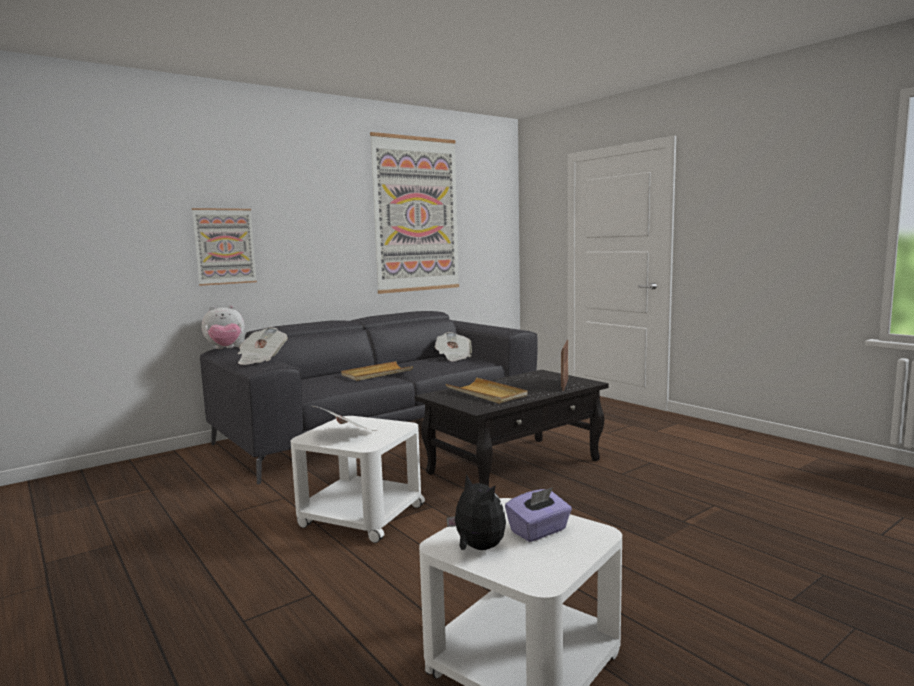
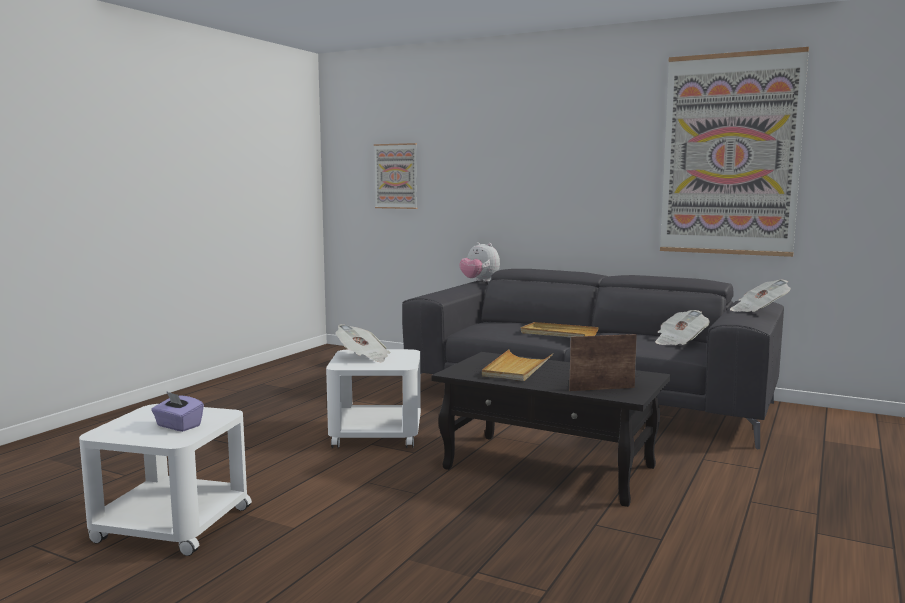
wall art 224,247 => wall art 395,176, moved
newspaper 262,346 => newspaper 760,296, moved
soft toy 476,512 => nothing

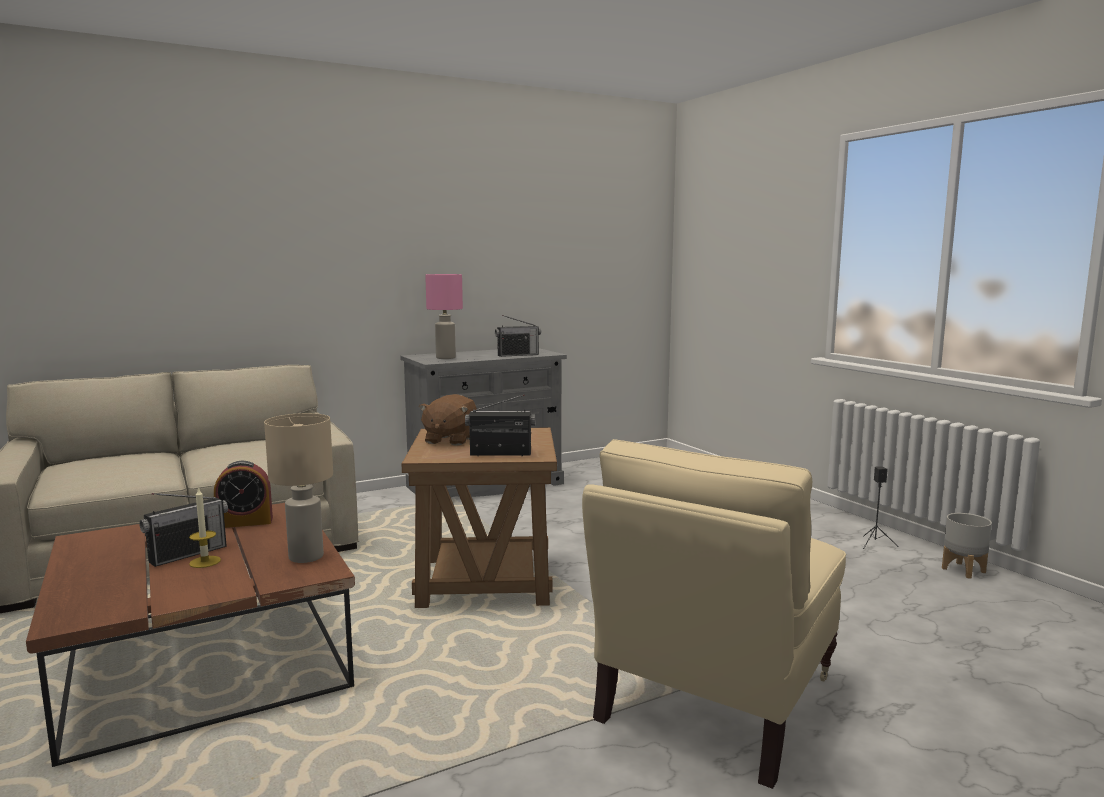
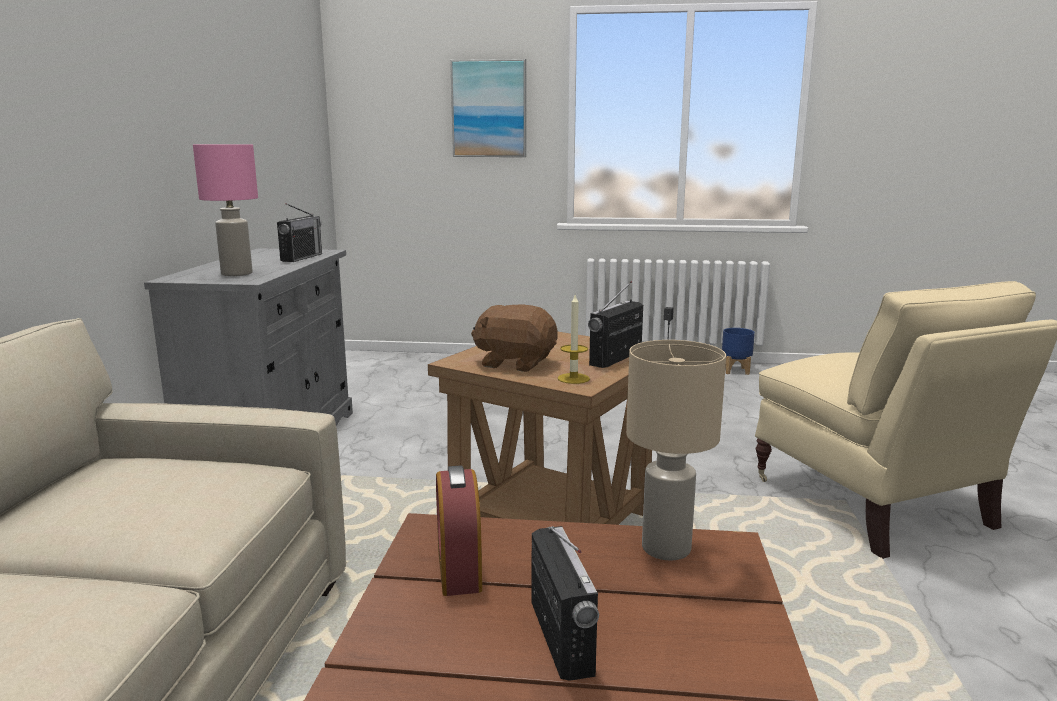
brown soft toy 448,420 => brown soft toy 514,338, 150 degrees clockwise
bedside clock 243,494 => bedside clock 459,530, 150 degrees clockwise
wax light 205,527 => wax light 574,339, moved
grey flower pot 967,546 => blue flower pot 738,351
nothing => wall art 488,108

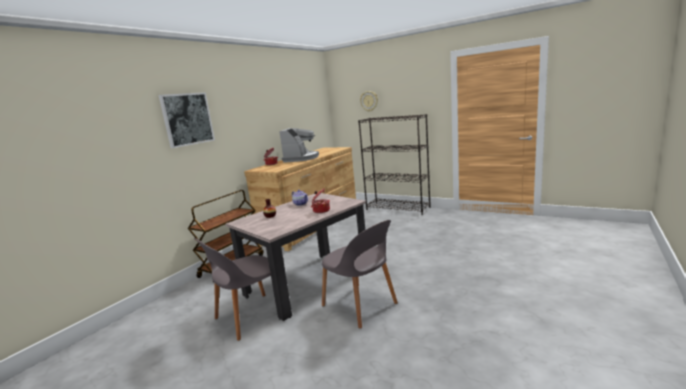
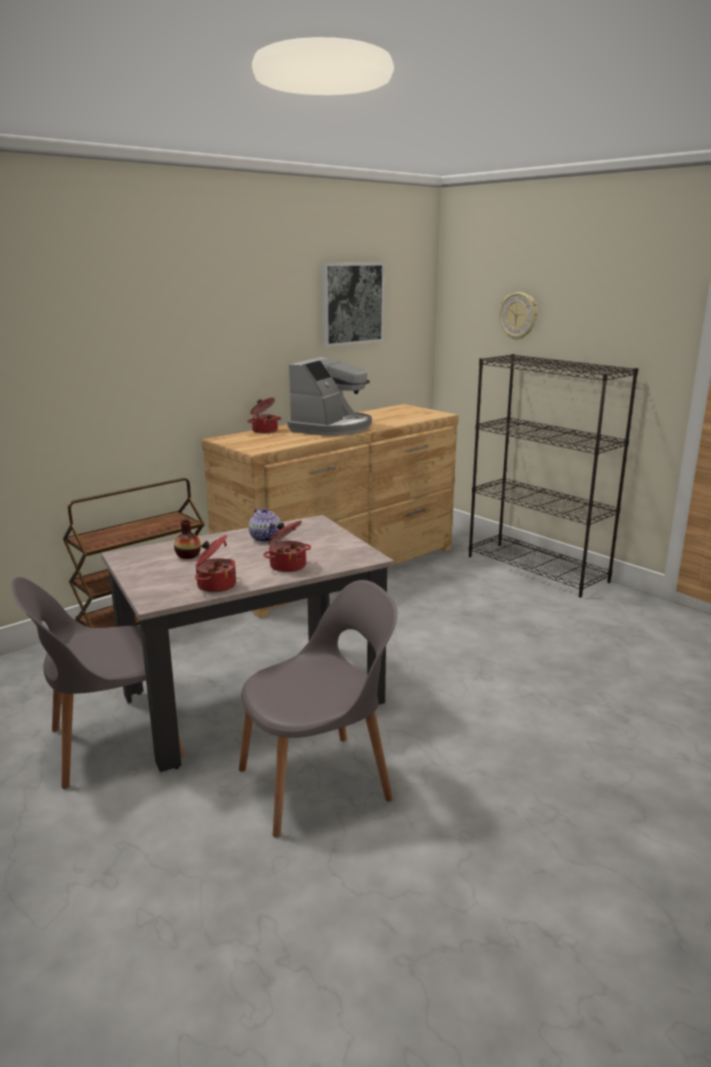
wall art 187,120 => wall art 353,304, moved
grey upright chair 360,274 => grey upright chair 318,709, 90 degrees counterclockwise
nothing => cooking pot 215,564

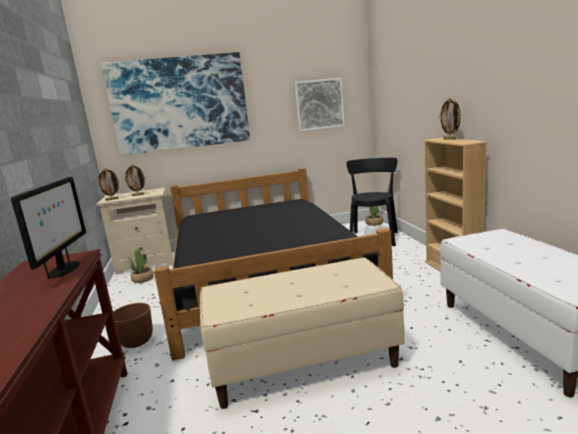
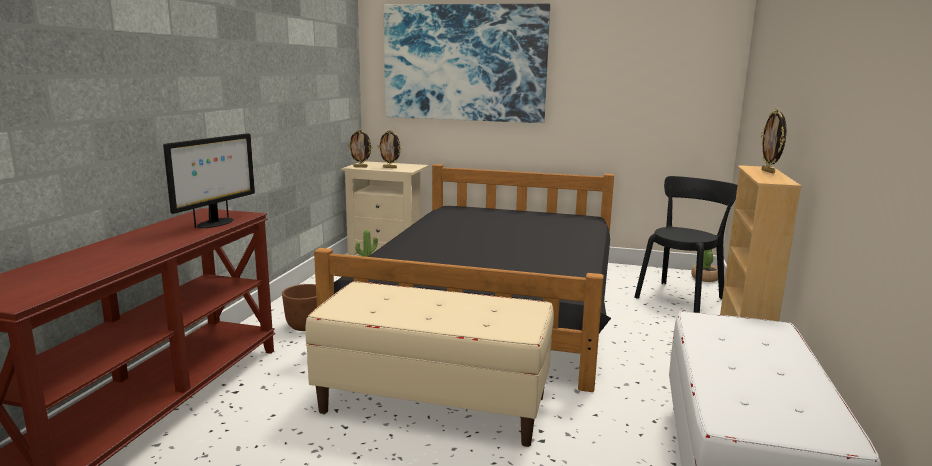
wall art 320,104 => nothing

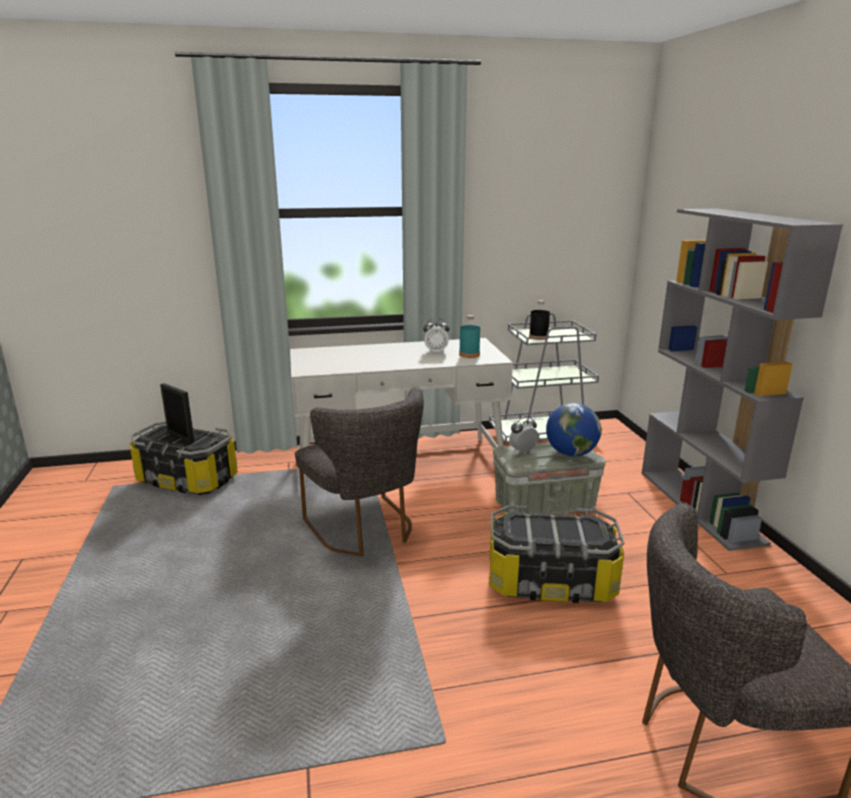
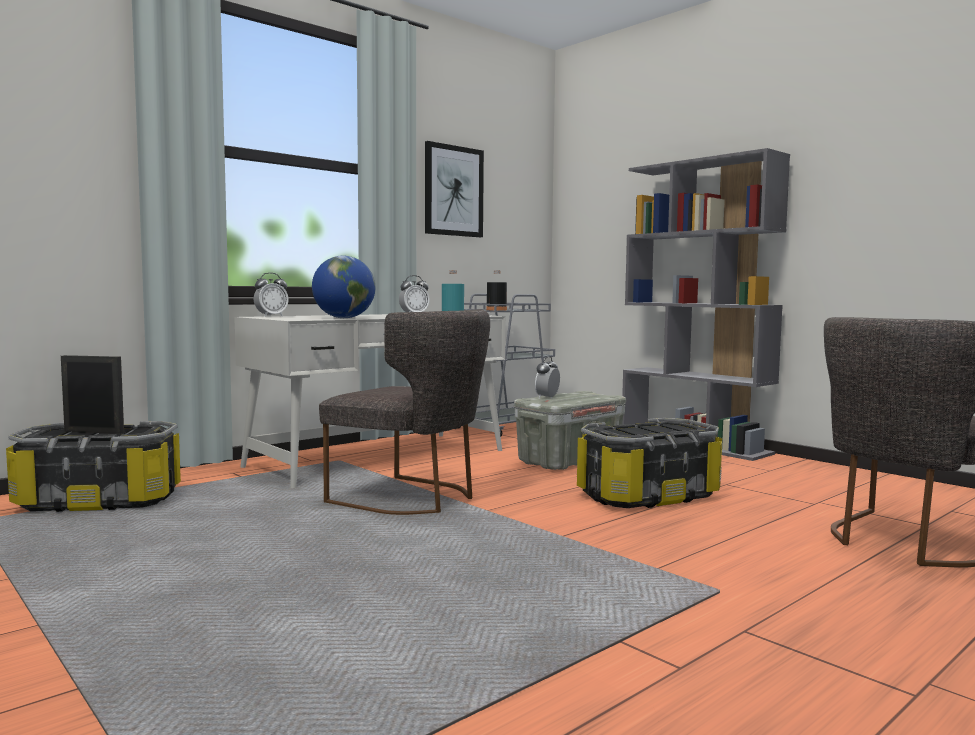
world globe 573,430 => world globe 343,287, moved
nothing => wall art 454,189
nothing => bedside clock 271,295

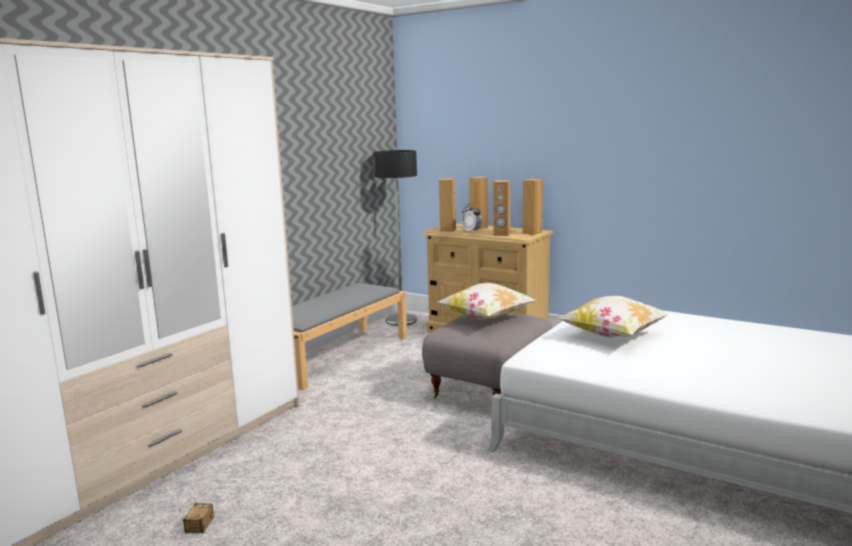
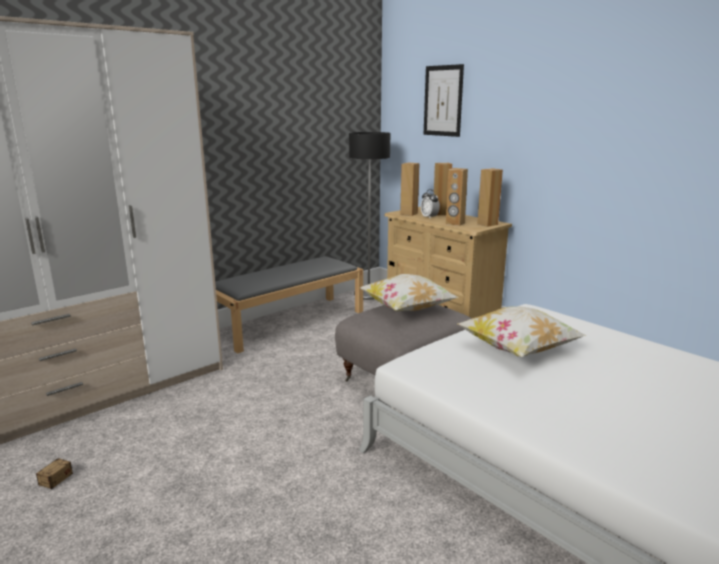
nothing => wall art 444,100

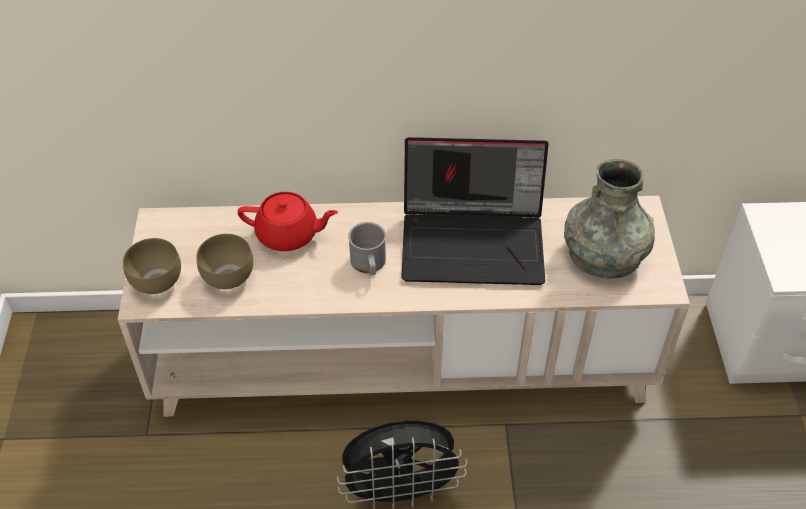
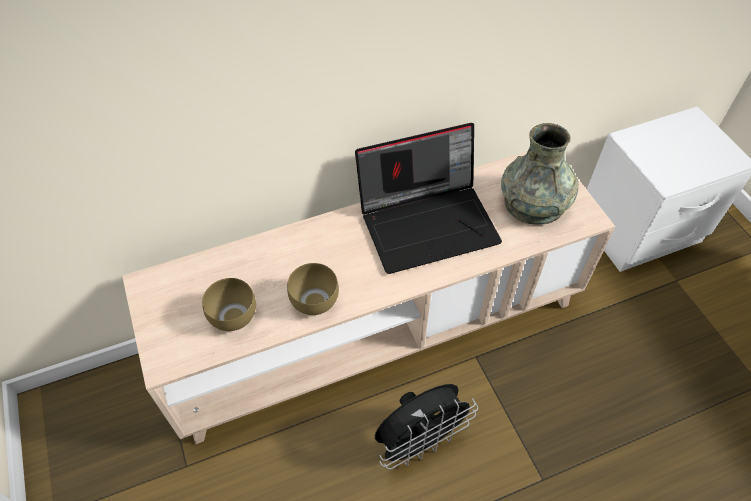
reddish teapot 288,221 => nothing
grey mug 367,248 => nothing
brown bowl 152,266 => brown bowl 313,289, moved

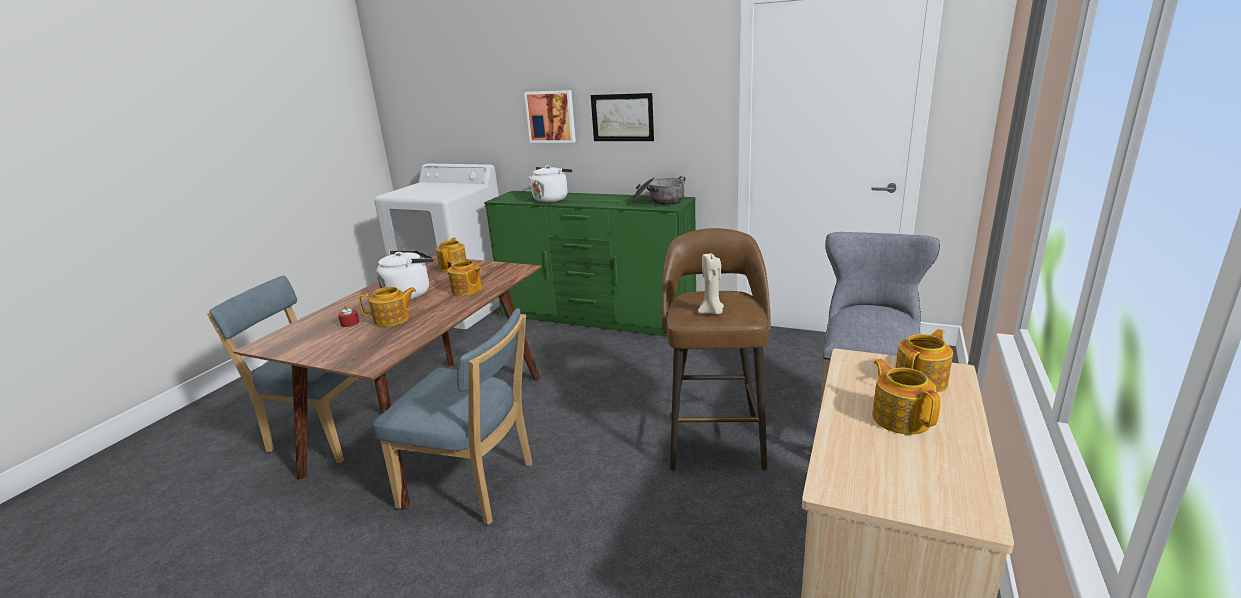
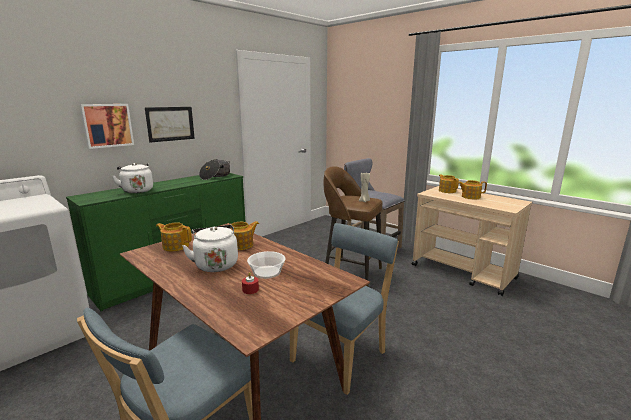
teapot 387,307 => bowl 266,265

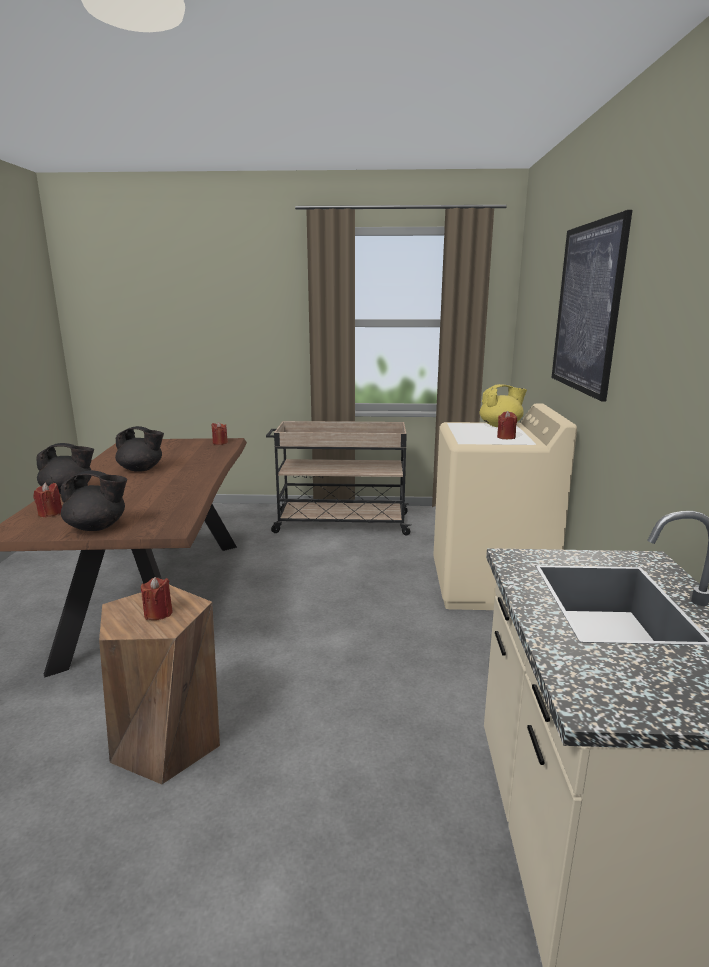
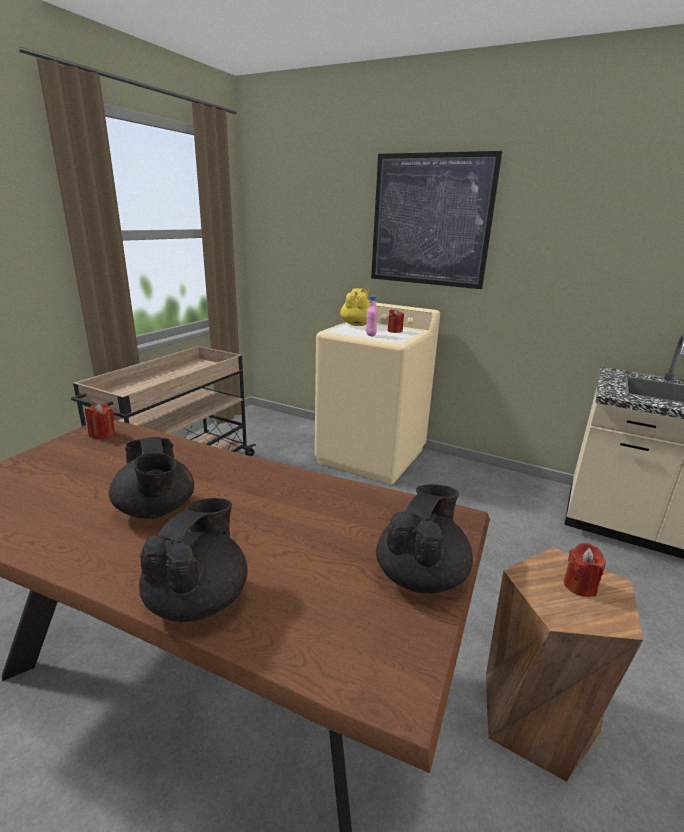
black-coloured teapot 139,449 => black-coloured teapot 151,478, 120 degrees clockwise
reddish wax light 47,500 => nothing
nothing => pink drink bottle 372,315

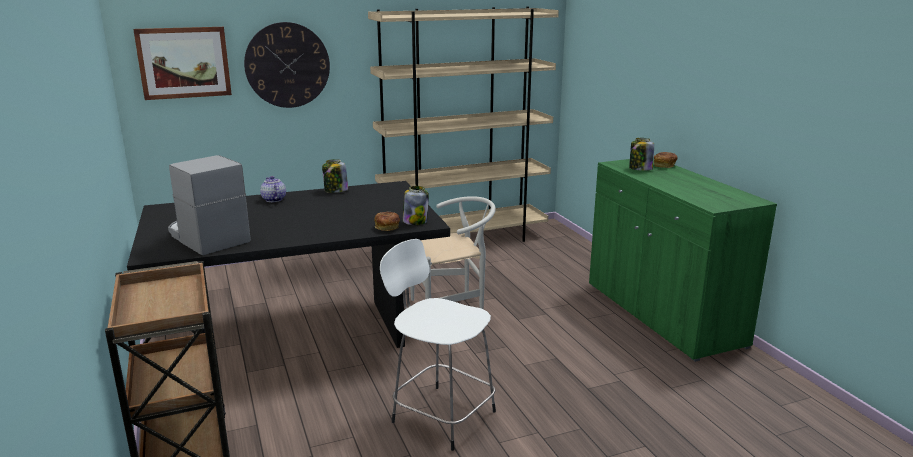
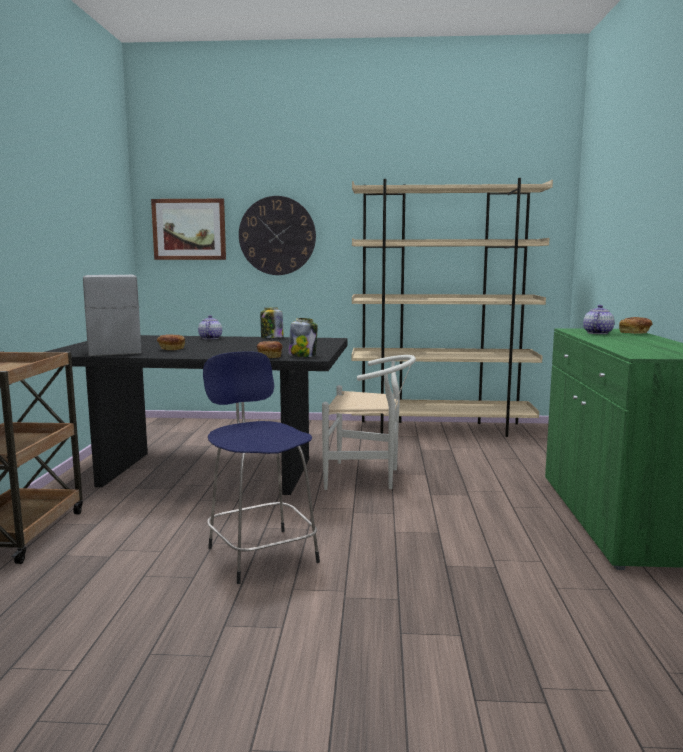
preserve jar 641,154 => teapot 598,319
white stool 438,345 => blue stool 261,467
nothing => baked bread 171,342

